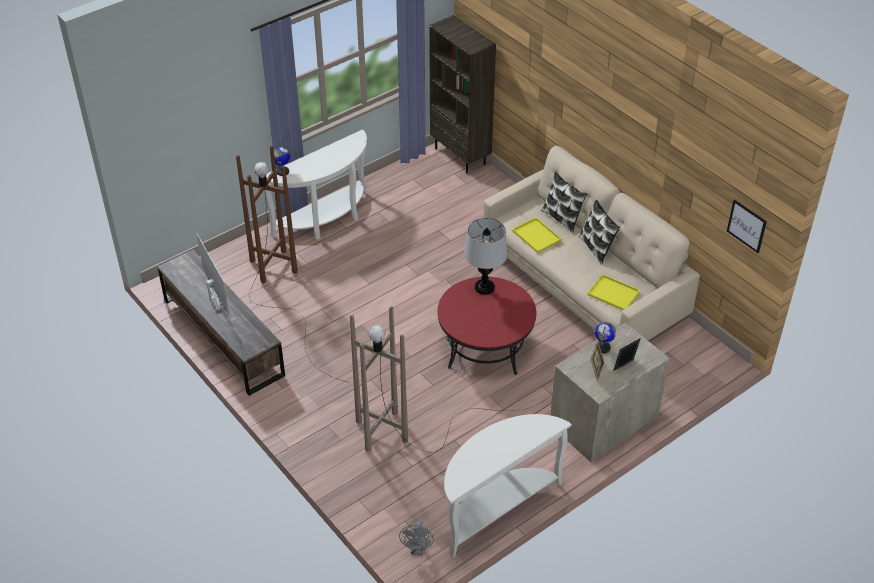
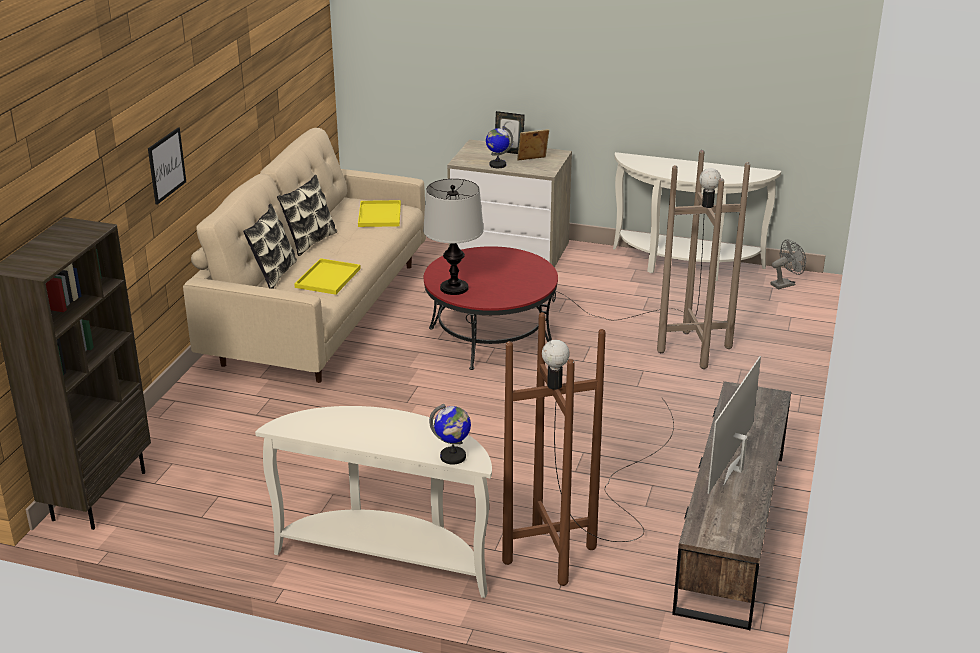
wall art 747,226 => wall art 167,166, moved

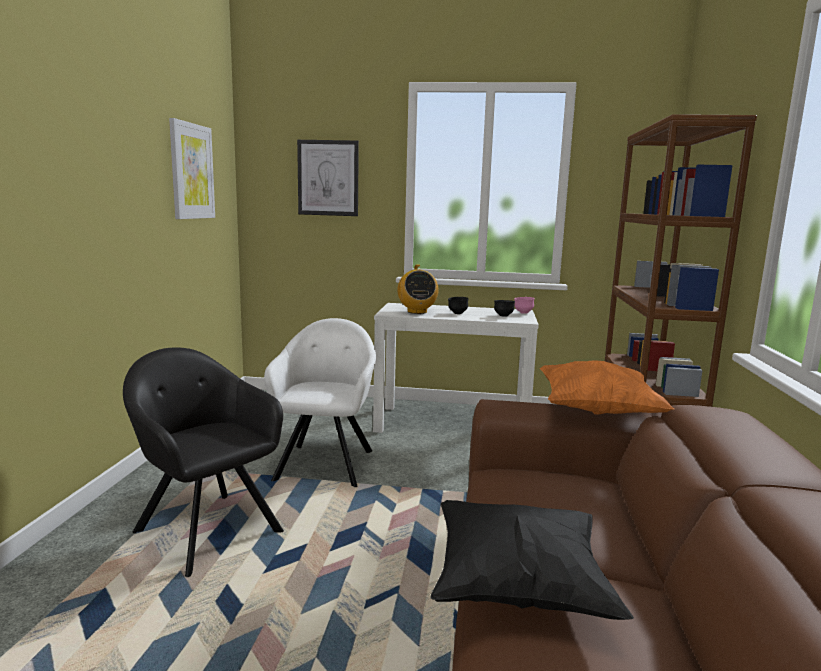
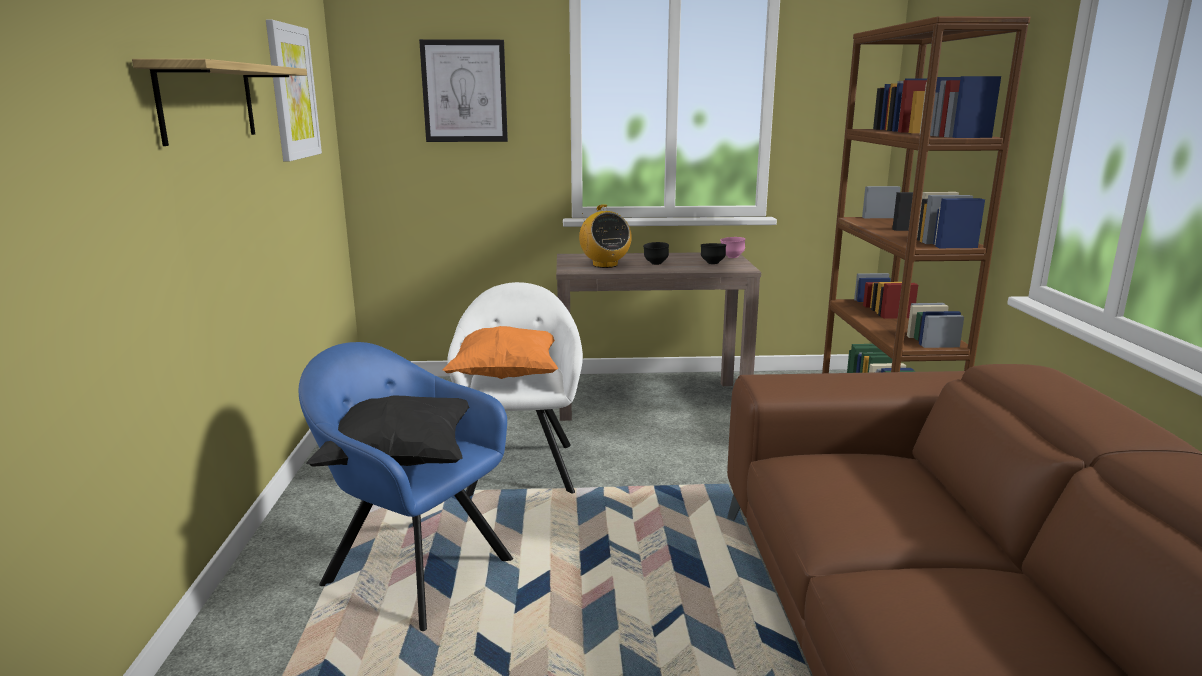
white narrow table 456,368 => brown narrow table 658,336
black-coloured armchair 203,462 => blue armchair 405,486
orange-coloured pillow 607,387 => orange-coloured pillow 500,352, moved
black-coloured pillow 532,560 => black-coloured pillow 387,431, moved
nothing => shelf 219,102

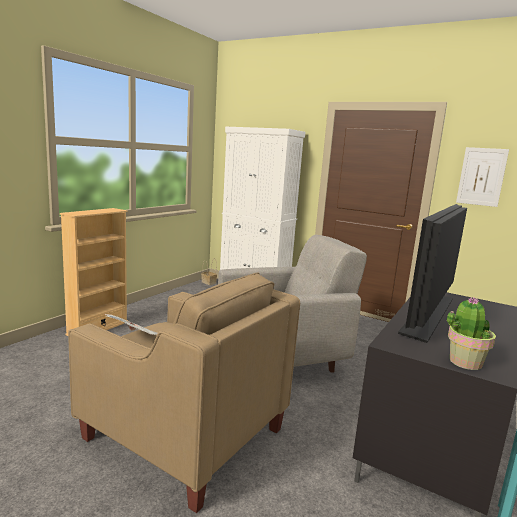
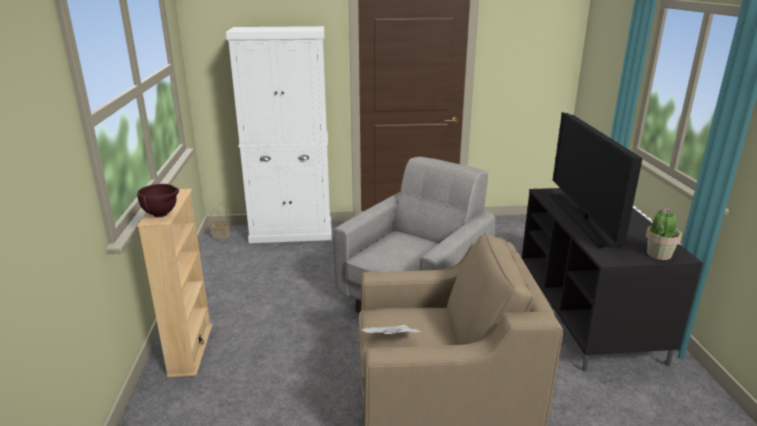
wall art 482,177 => nothing
nothing => brown bowl 158,200

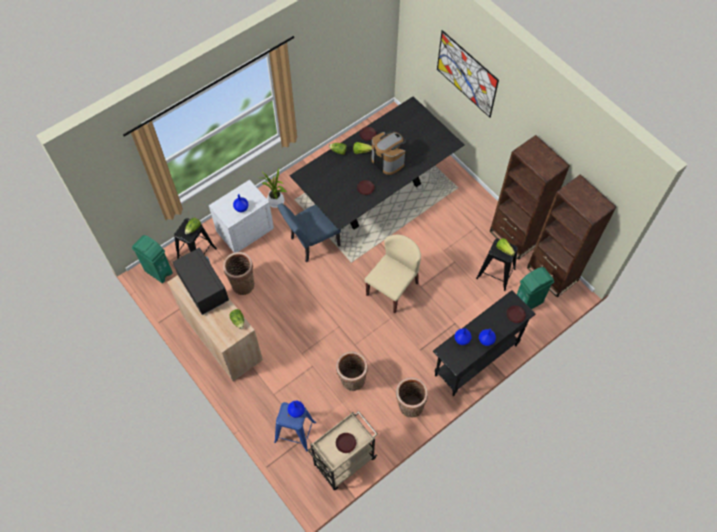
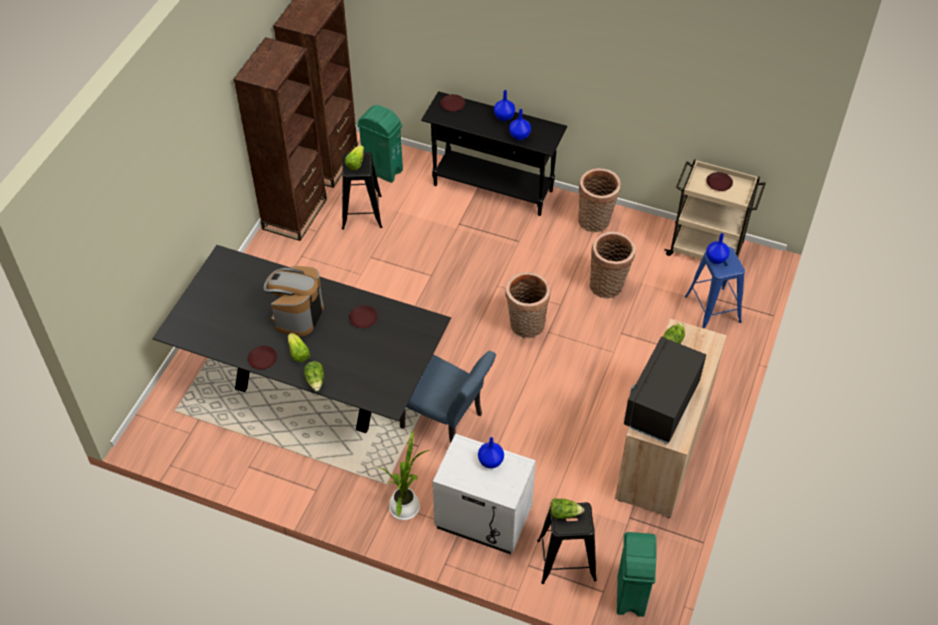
wall art 468,74 => nothing
beige-coloured upright chair 392,274 => nothing
storage basket 238,273 => storage basket 527,305, moved

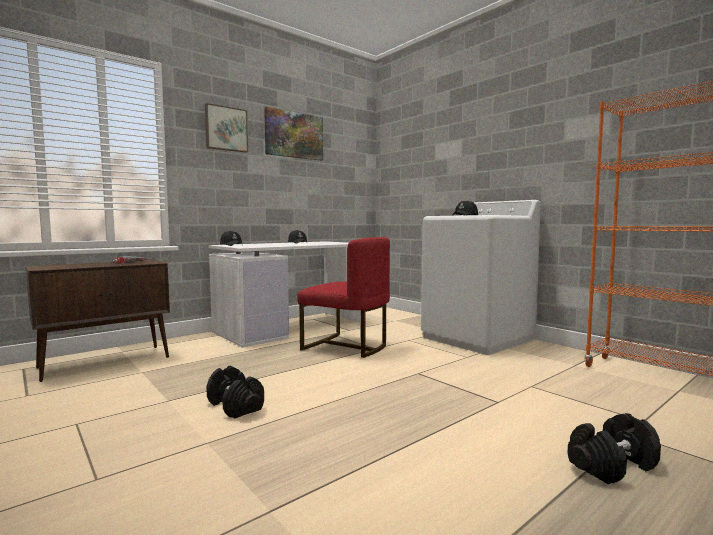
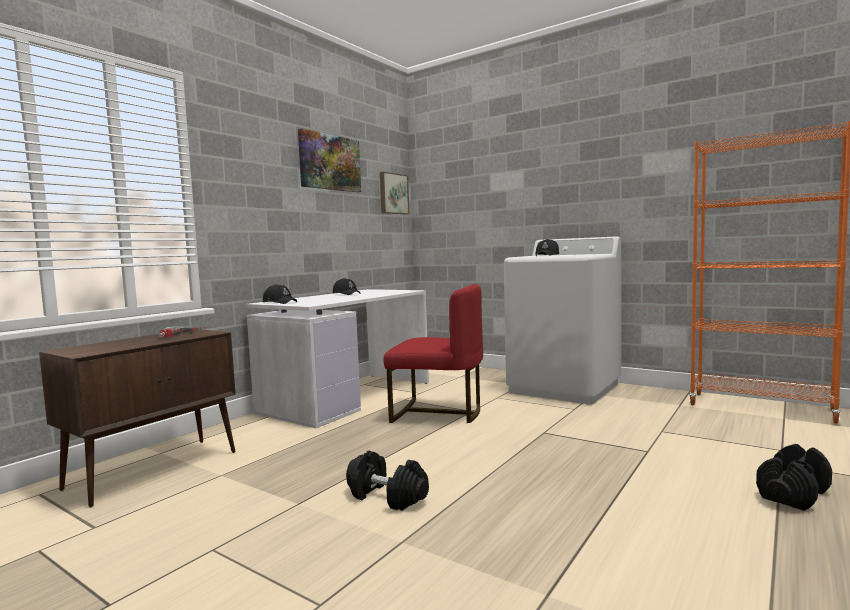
wall art 226,127 => wall art 395,193, moved

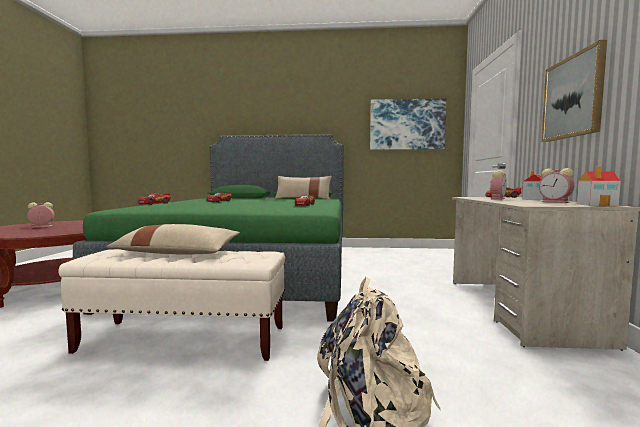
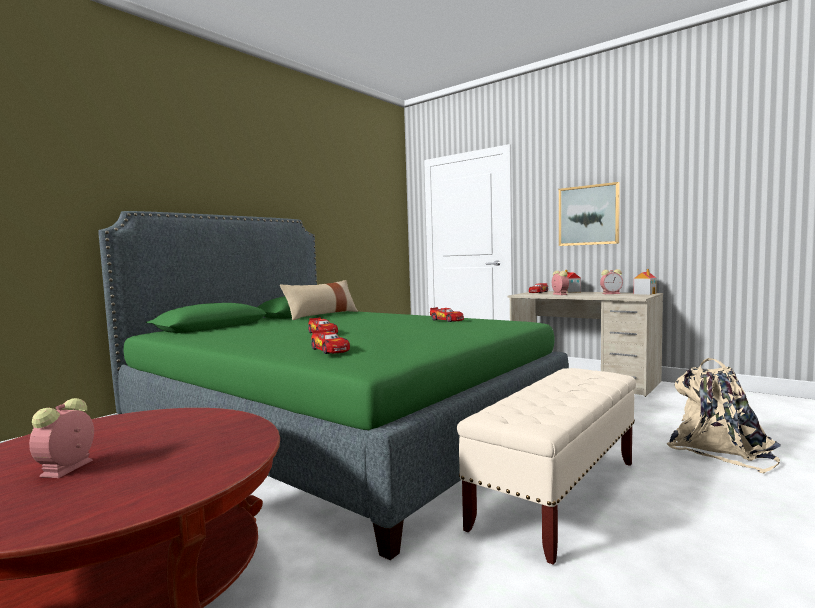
wall art 408,124 => nothing
beige-coloured pillow 173,239 => nothing

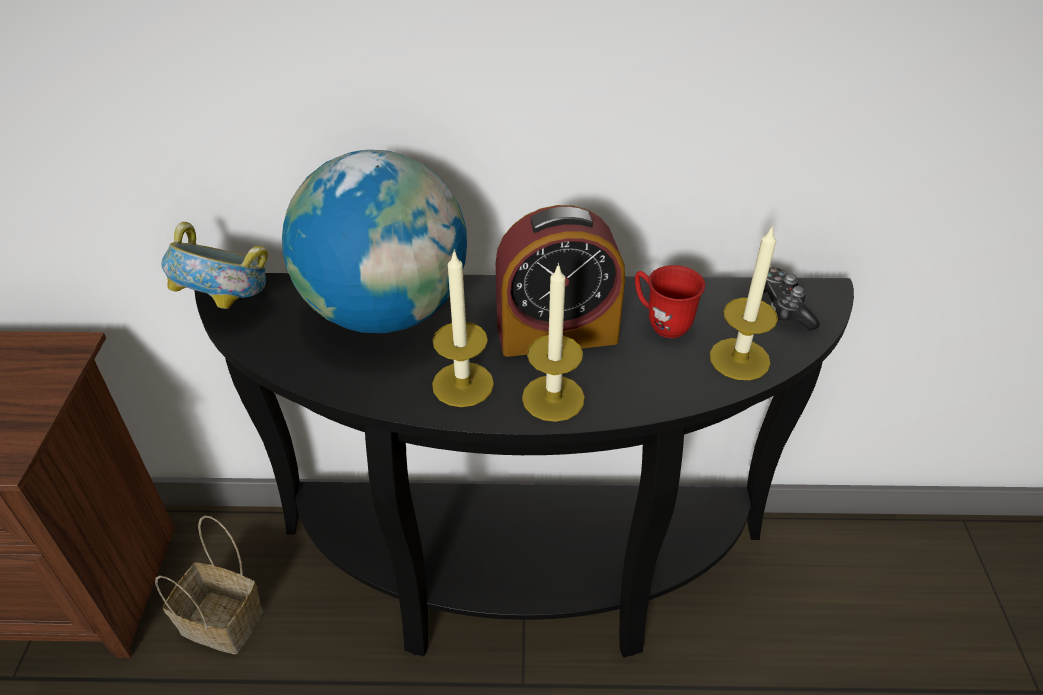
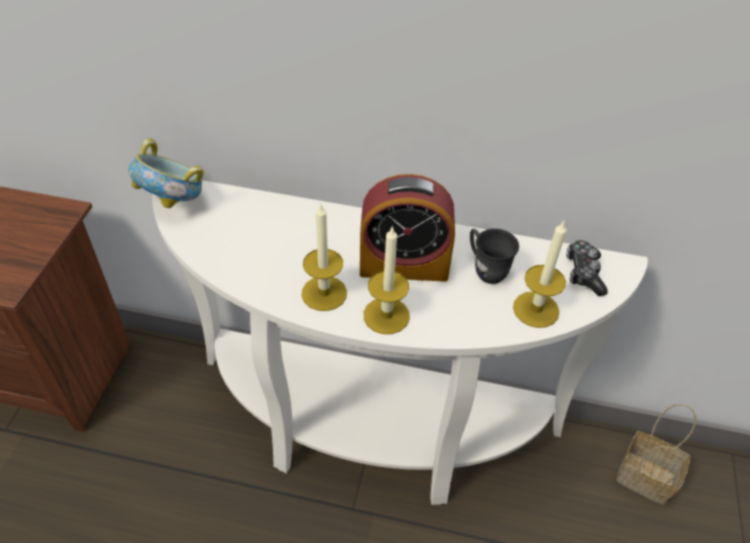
world globe 374,241 => nothing
reddish mug 670,301 => grey mug 494,256
black-coloured narrow table 524,465 => white narrow table 400,342
storage basket 209,585 => storage basket 656,454, moved

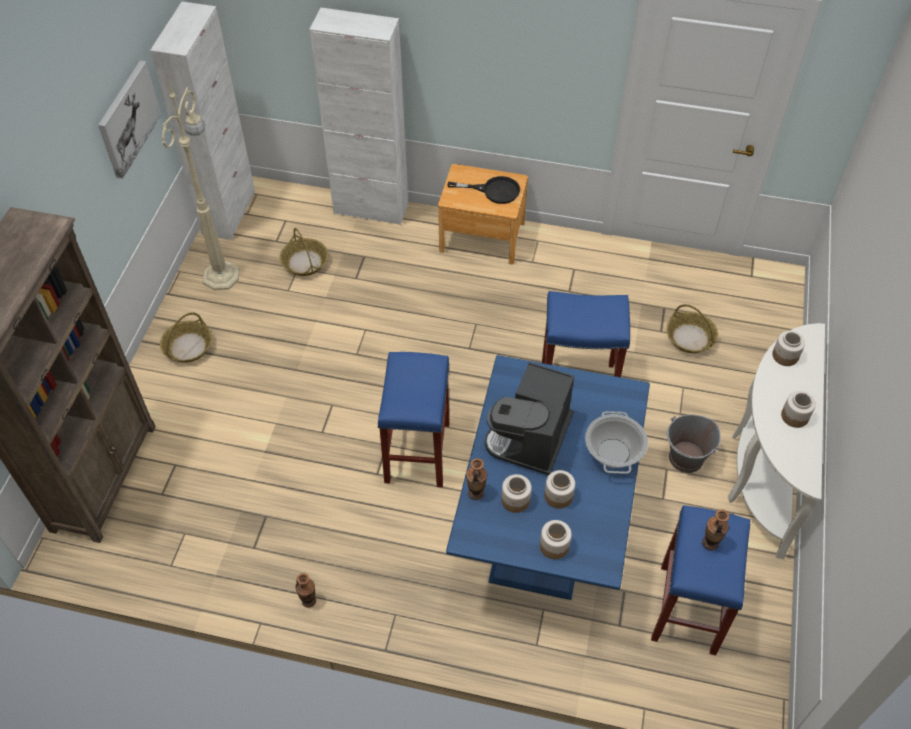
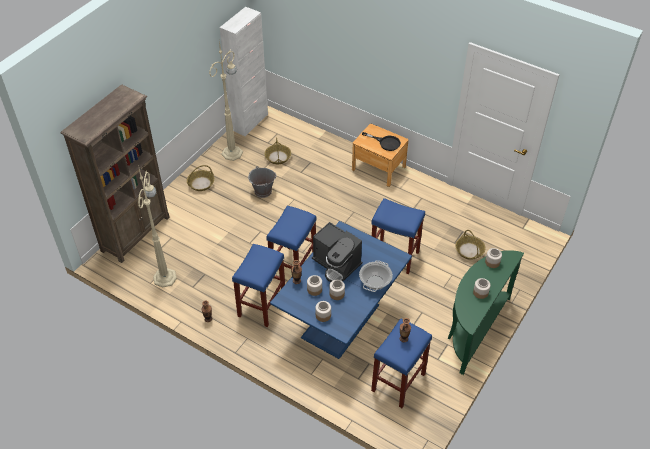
white storage cabinet 358,116 => nothing
wall art 129,120 => nothing
white narrow table 776,441 => green-coloured narrow table 486,312
coffee machine 529,418 => coffee machine 337,252, 90 degrees counterclockwise
grey bucket 694,444 => grey bucket 262,182, moved
nothing => beige-coloured standing lamp 157,226
nothing => blue stool 258,285

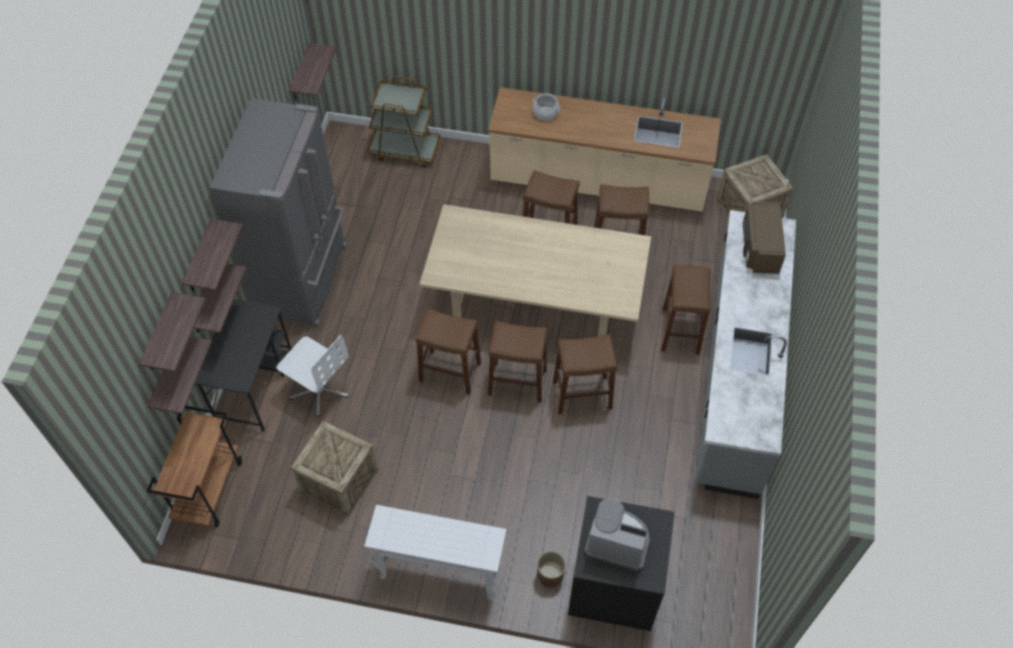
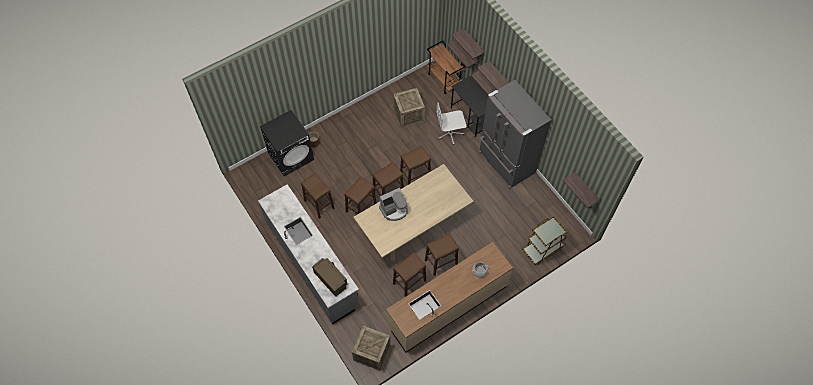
brown stool 686,310 => brown stool 317,196, moved
coffee machine 617,534 => coffee machine 393,204, moved
white narrow table 435,552 => nothing

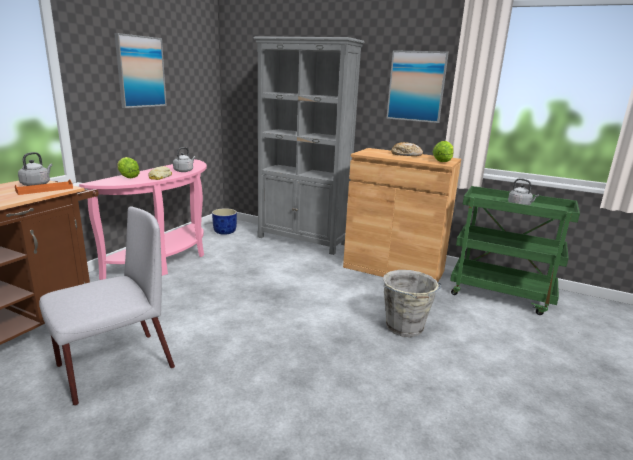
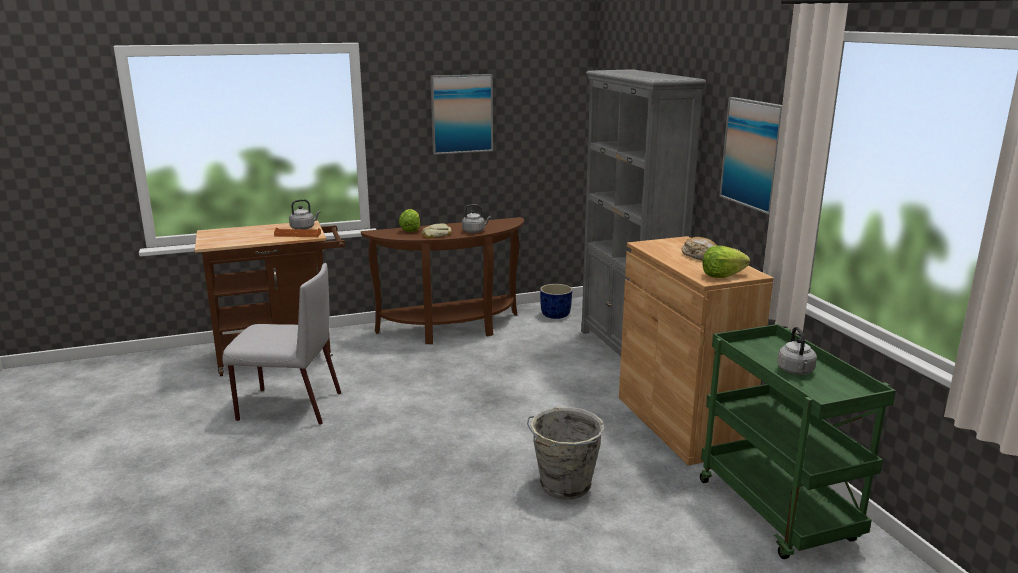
pink narrow table 143,219 => brown narrow table 442,280

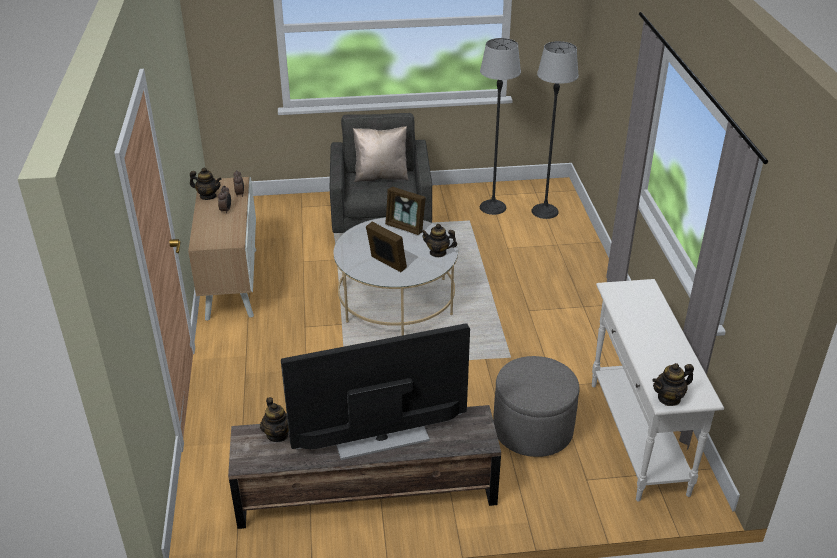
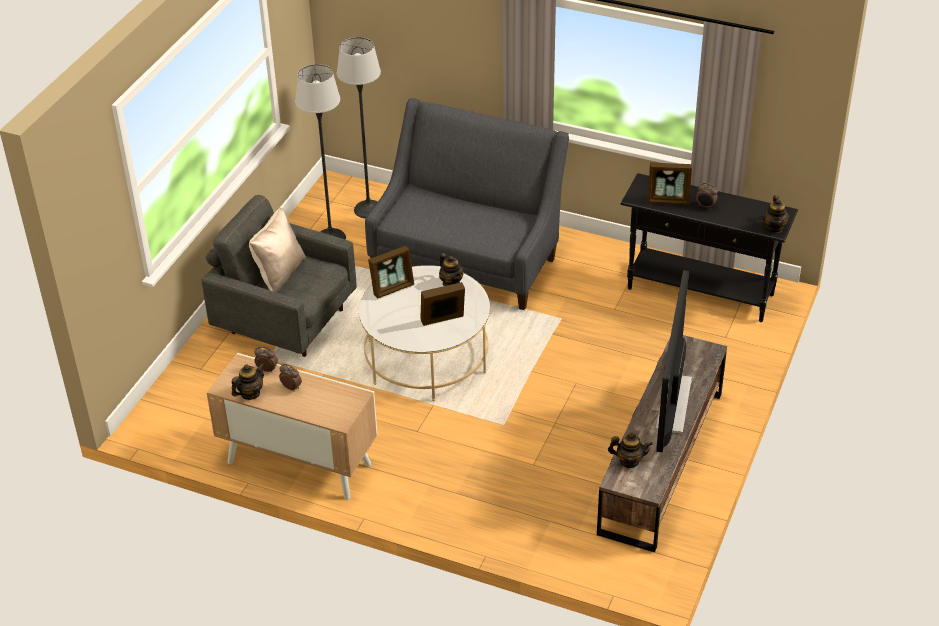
teapot 439,240 => teapot 451,269, 75 degrees counterclockwise
white narrow table 658,390 => black-coloured narrow table 709,247
grey pouffe 536,406 => nothing
nothing => grey sofa 467,204
nothing => picture frame 670,183
nothing => bedside clock 707,196

